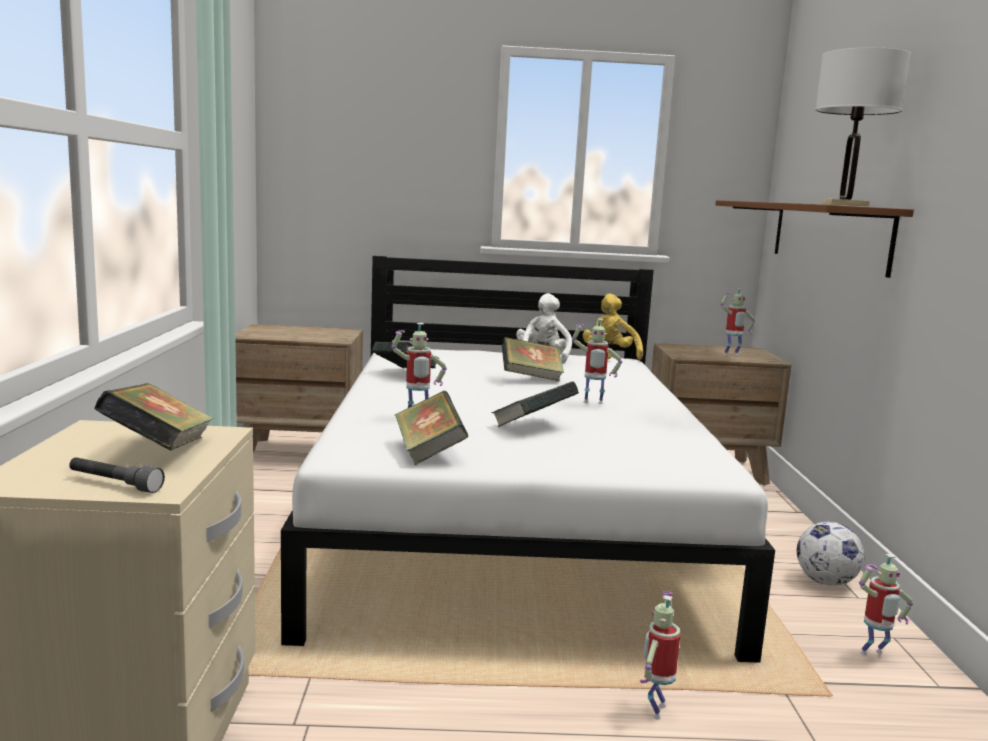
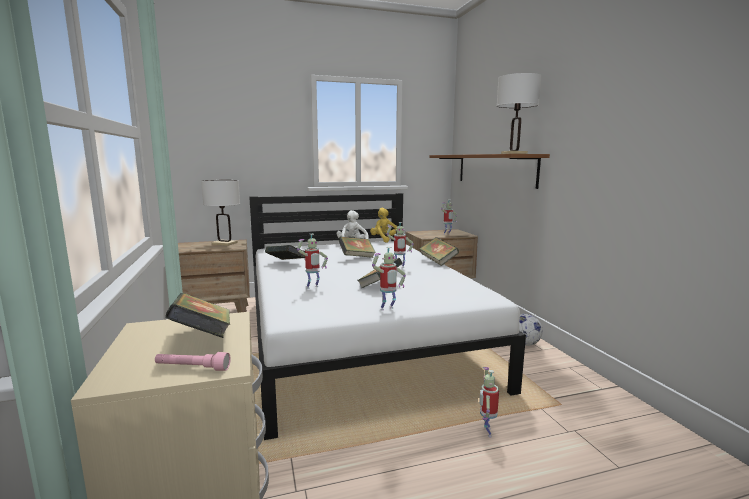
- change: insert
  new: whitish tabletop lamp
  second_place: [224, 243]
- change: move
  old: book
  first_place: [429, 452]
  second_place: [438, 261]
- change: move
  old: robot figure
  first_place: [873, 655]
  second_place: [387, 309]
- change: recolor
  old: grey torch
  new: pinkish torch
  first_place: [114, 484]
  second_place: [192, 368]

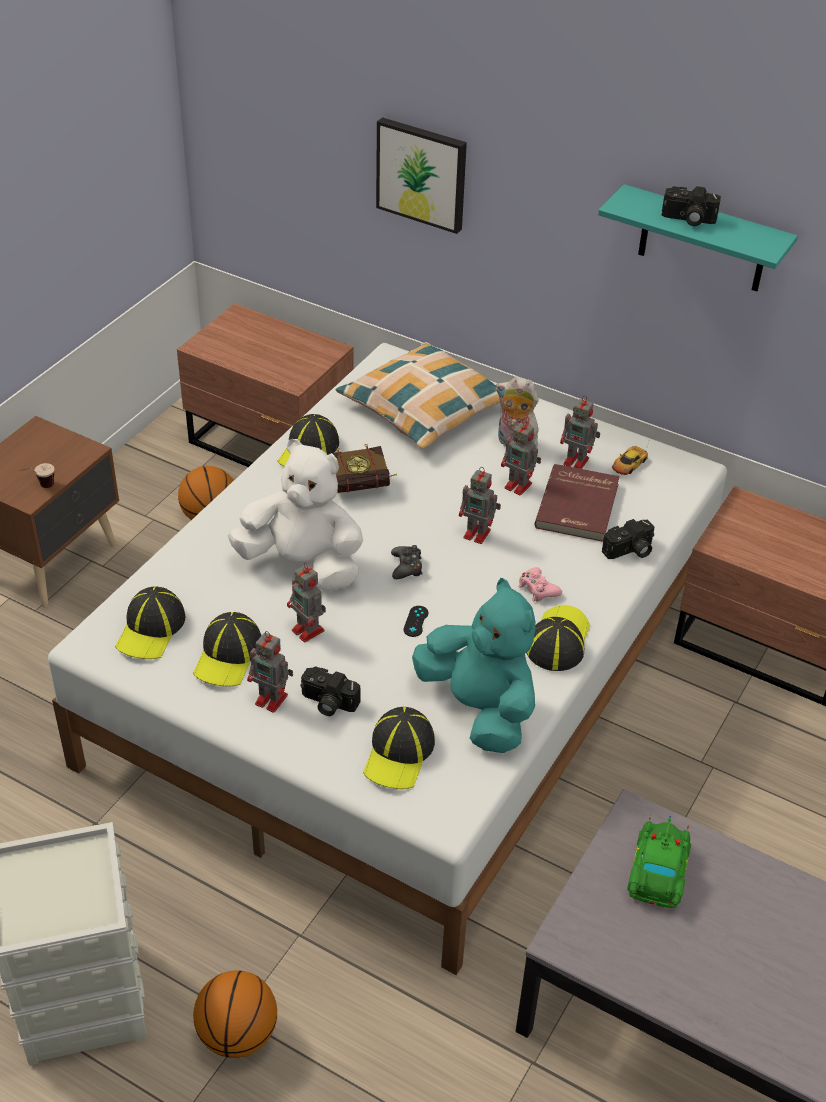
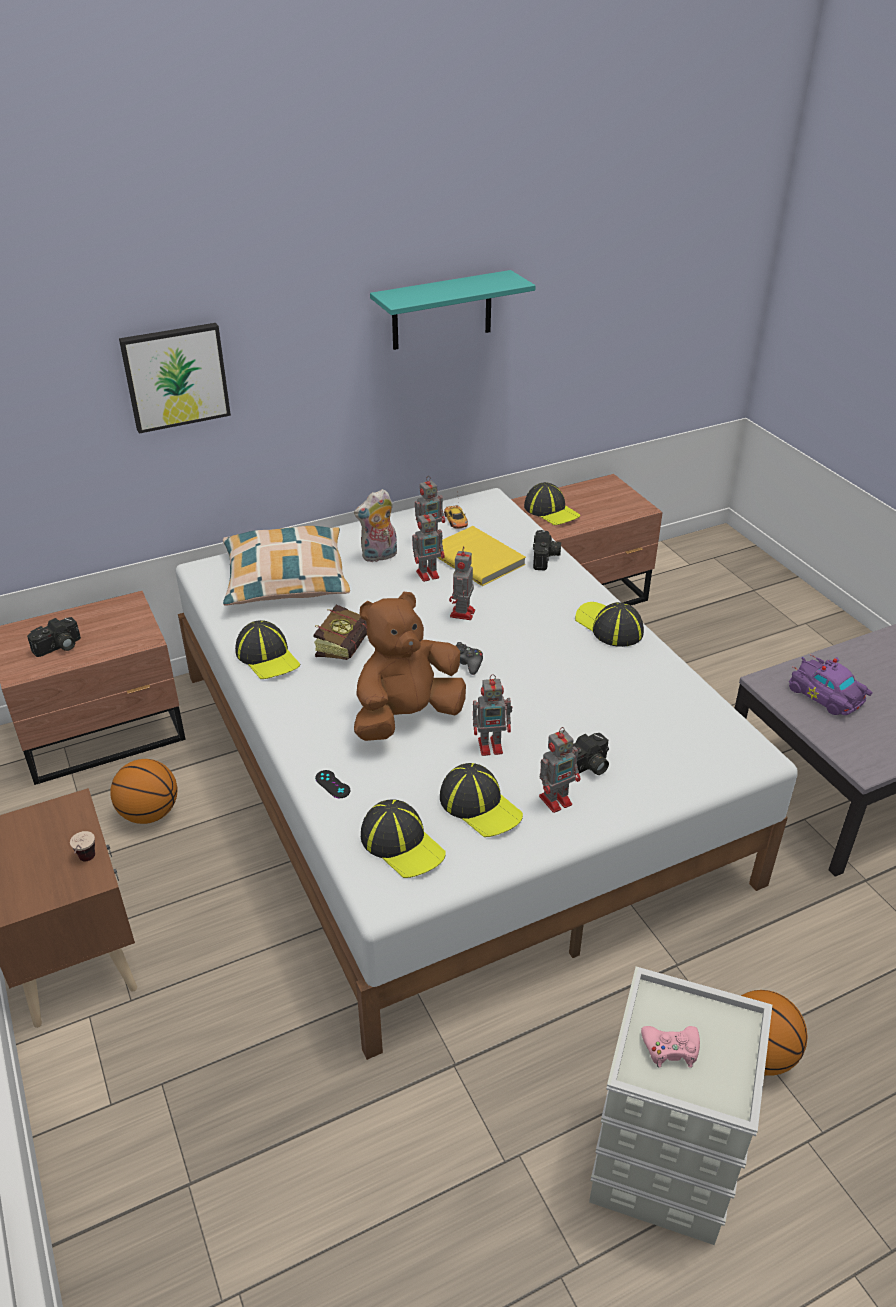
- change: delete
  old: blue-green soft toy
  first_place: [479, 709]
- change: move
  old: peaked cap
  first_place: [399, 753]
  second_place: [551, 511]
- change: move
  old: black-coloured joypad
  first_place: [416, 621]
  second_place: [332, 784]
- change: move
  old: pinkish joypad
  first_place: [538, 589]
  second_place: [671, 1049]
- change: move
  old: still camera
  first_place: [688, 219]
  second_place: [59, 647]
- change: recolor
  old: whitish soft toy
  new: brown soft toy
  first_place: [302, 564]
  second_place: [406, 717]
- change: recolor
  old: red-coloured book
  new: yellow-coloured book
  first_place: [579, 506]
  second_place: [478, 558]
- change: recolor
  old: greenish toy car
  new: purplish toy car
  first_place: [656, 873]
  second_place: [826, 697]
- change: rotate
  old: robot figure
  first_place: [478, 534]
  second_place: [462, 614]
  degrees: 135

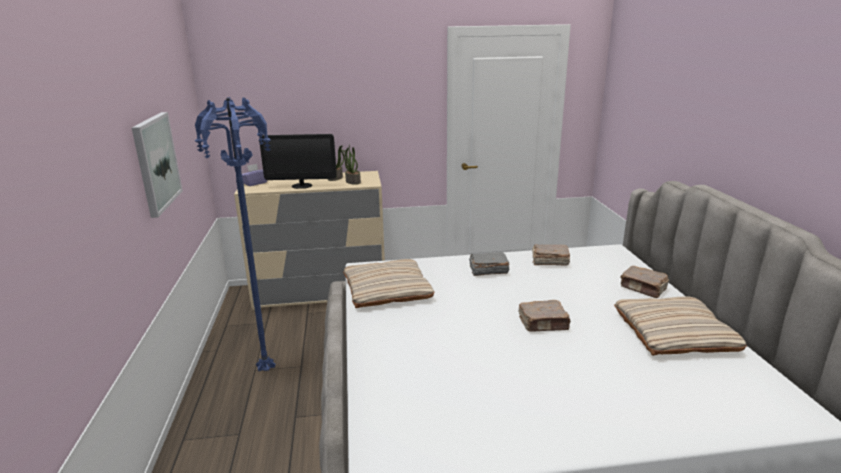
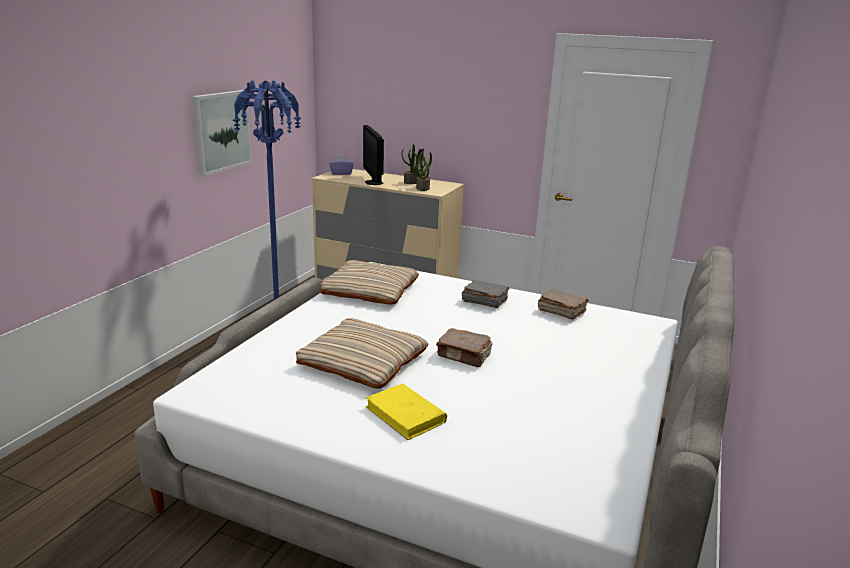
- change: delete
  old: brown book
  first_place: [643, 289]
- change: insert
  new: yellow-coloured book
  second_place: [405, 415]
- change: move
  old: beige cushion
  first_place: [674, 333]
  second_place: [363, 360]
- change: rotate
  old: computer screen
  first_place: [302, 186]
  second_place: [374, 182]
  degrees: 45

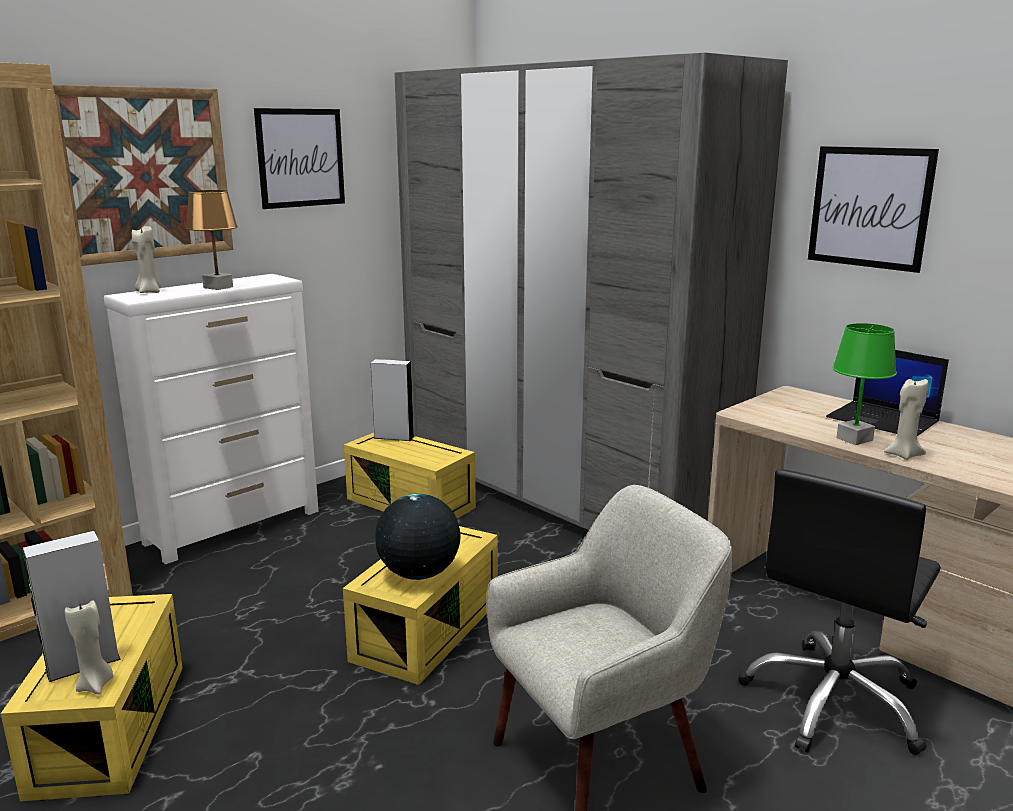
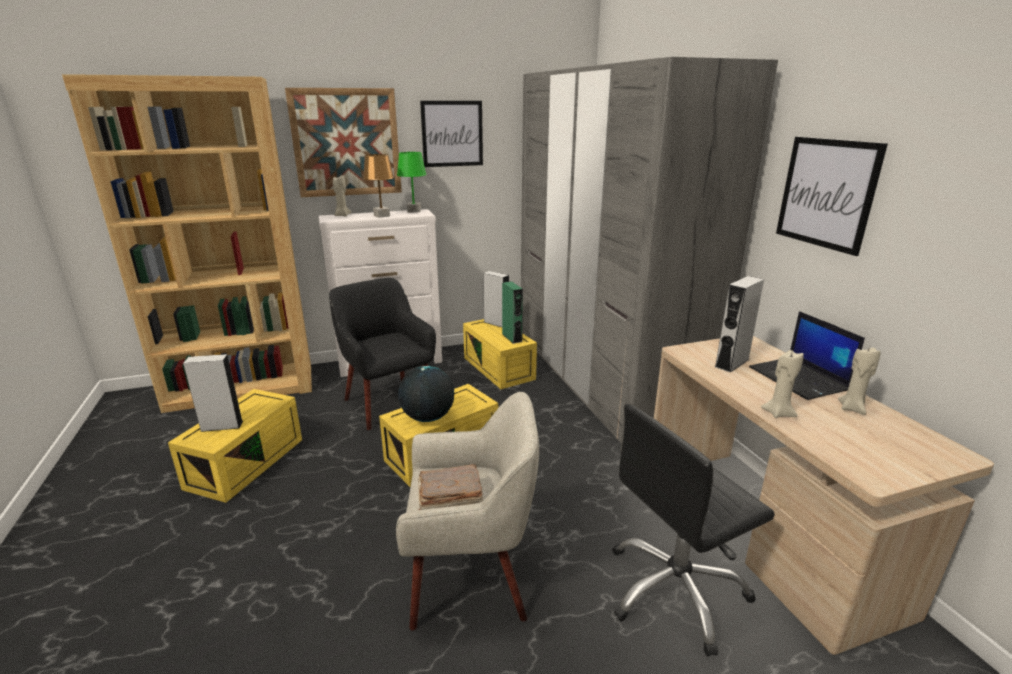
- change: insert
  new: black-coloured lounge chair
  second_place: [388, 403]
- change: insert
  new: brown book
  second_place: [449, 500]
- change: insert
  new: greenish speaker
  second_place: [512, 337]
- change: insert
  new: grey speaker
  second_place: [732, 363]
- change: move
  old: beige candle
  first_place: [96, 685]
  second_place: [852, 408]
- change: move
  old: greenish tabletop lamp
  first_place: [854, 439]
  second_place: [414, 211]

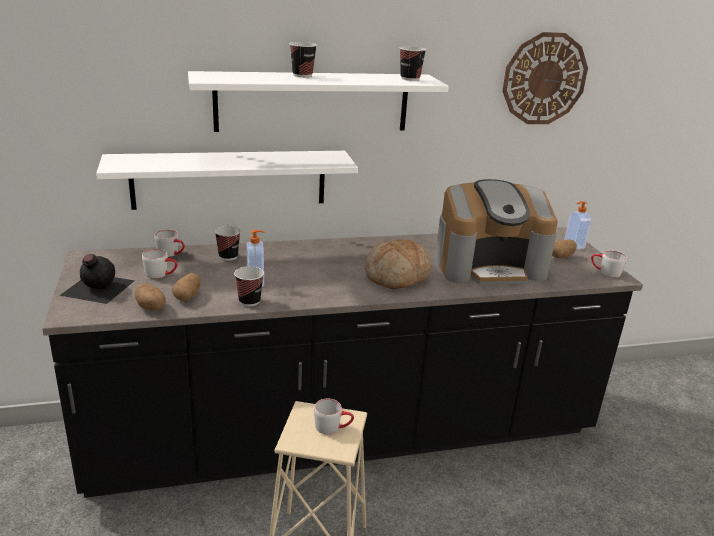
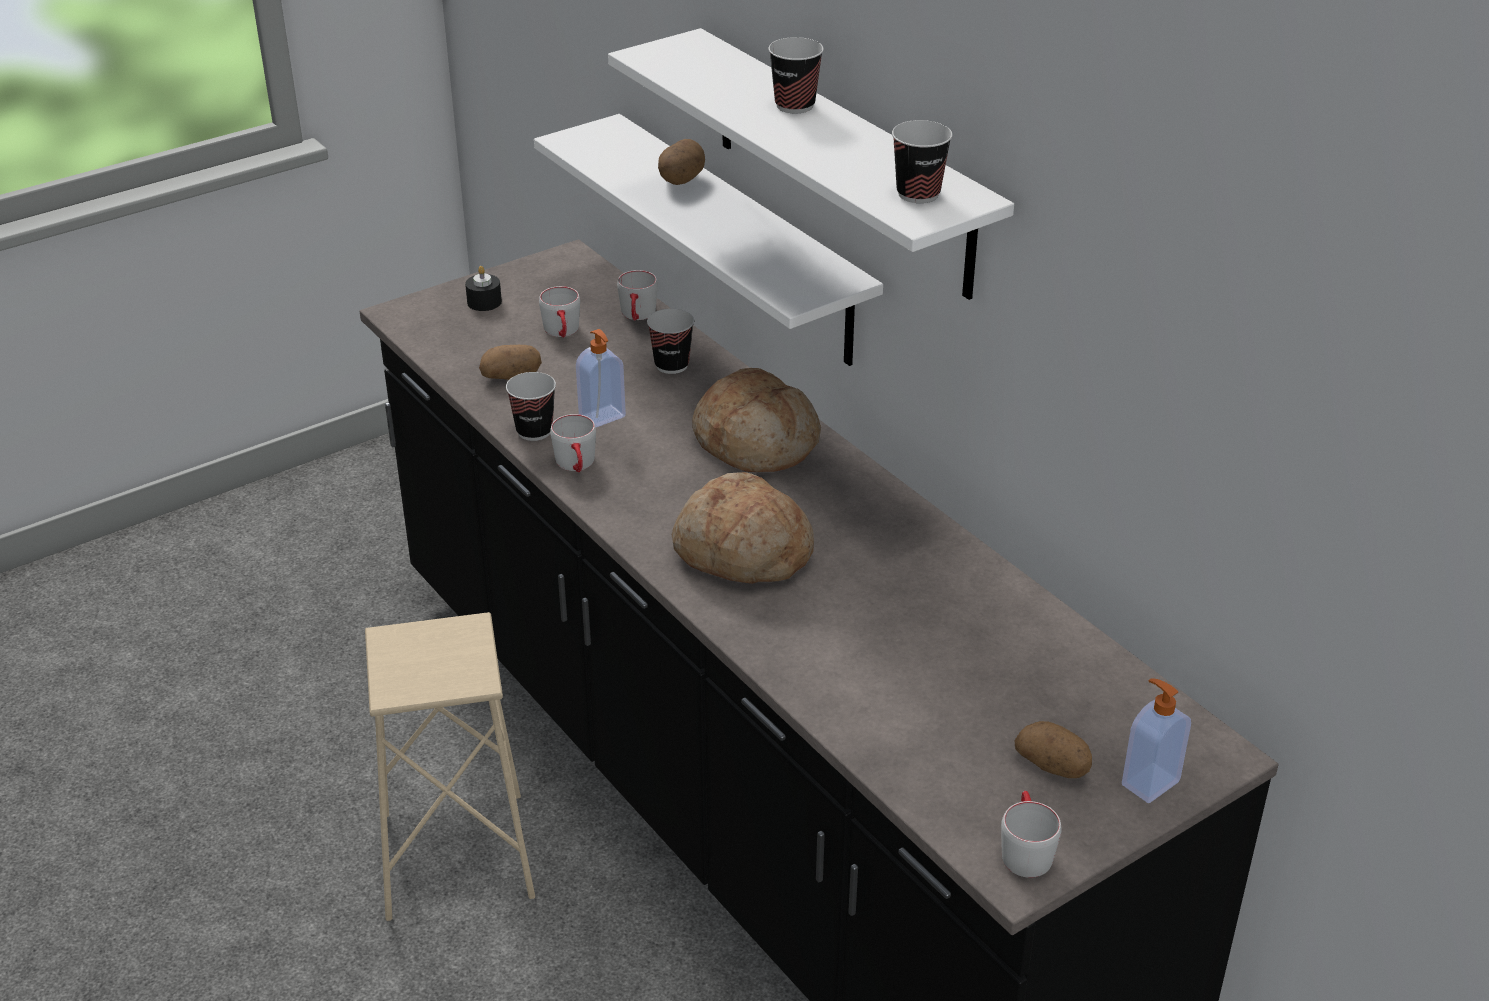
- change: delete
  old: coffee machine
  first_place: [489, 266]
- change: delete
  old: wall clock
  first_place: [544, 79]
- change: insert
  new: bread
  second_place: [756, 442]
- change: move
  old: potato
  first_place: [151, 308]
  second_place: [680, 180]
- change: move
  old: grey tea mug
  first_place: [333, 427]
  second_place: [577, 466]
- change: replace
  old: black-coloured drink bottle
  new: black-coloured candle
  first_place: [96, 288]
  second_place: [484, 302]

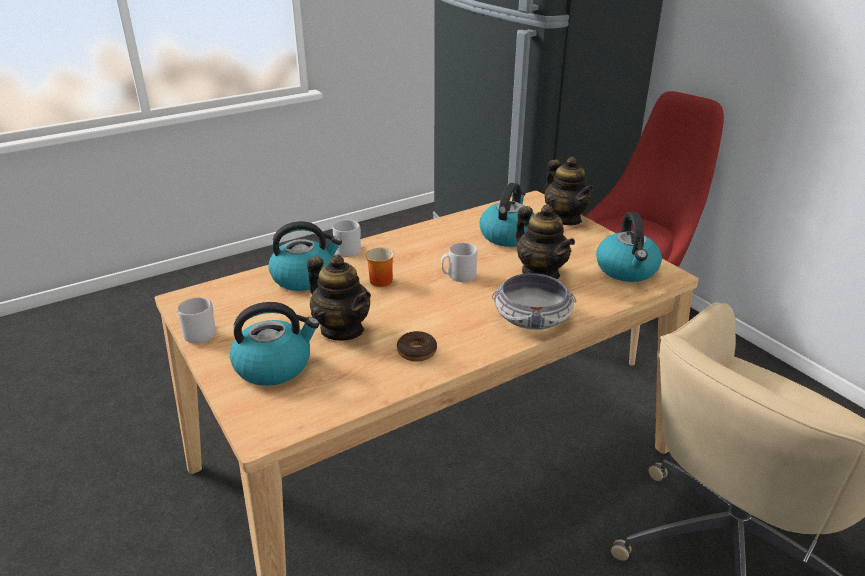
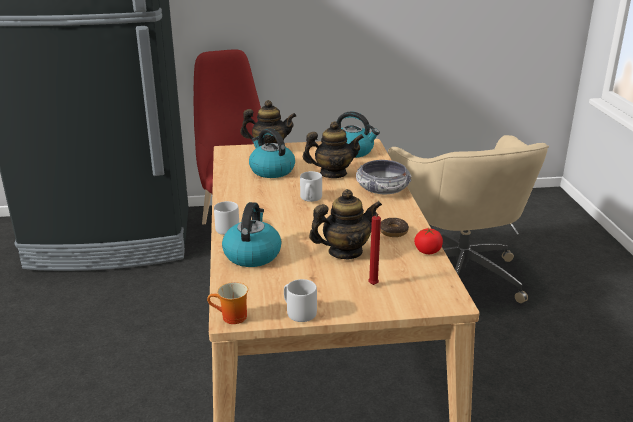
- change: insert
  new: whole tomato
  second_place: [428, 251]
- change: move
  old: tea mug
  first_place: [378, 280]
  second_place: [231, 318]
- change: replace
  old: tea kettle
  new: red-coloured candle
  first_place: [274, 365]
  second_place: [373, 285]

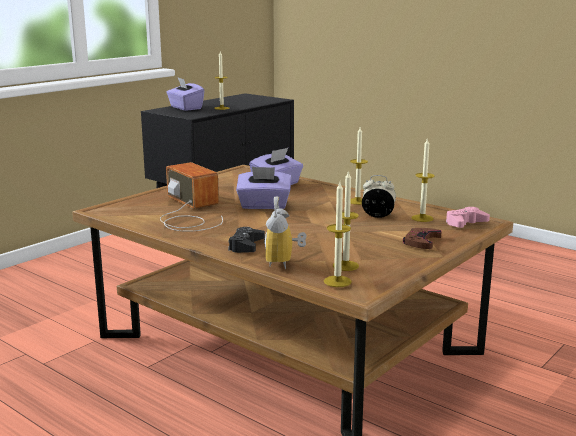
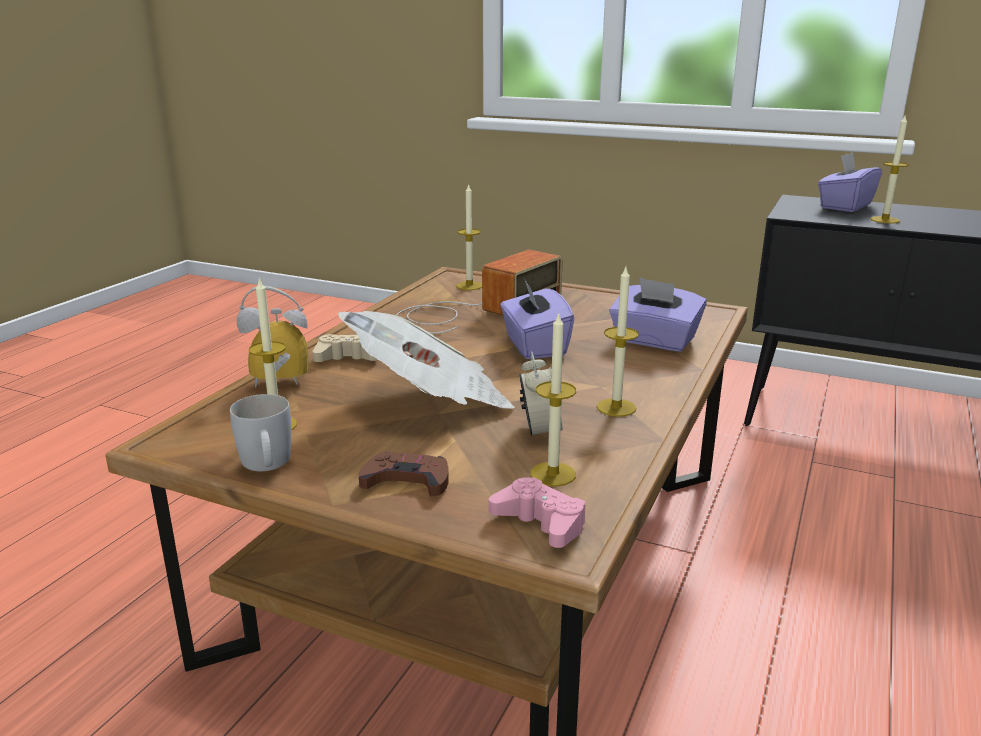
- change: insert
  new: whitish tea mug
  second_place: [267, 465]
- change: insert
  new: printed paper
  second_place: [431, 400]
- change: move
  old: candle
  first_place: [337, 281]
  second_place: [469, 286]
- change: recolor
  old: black-coloured joypad
  new: beige joypad
  first_place: [246, 246]
  second_place: [348, 357]

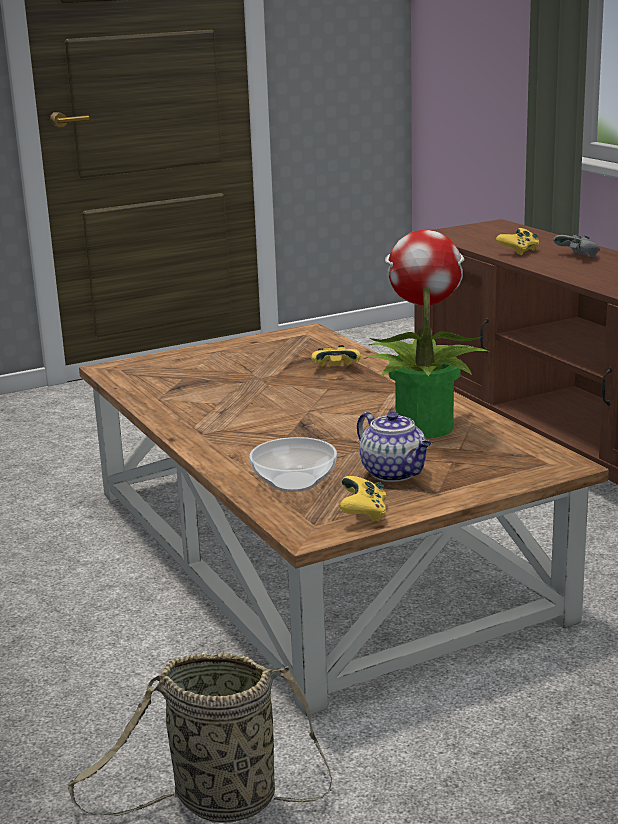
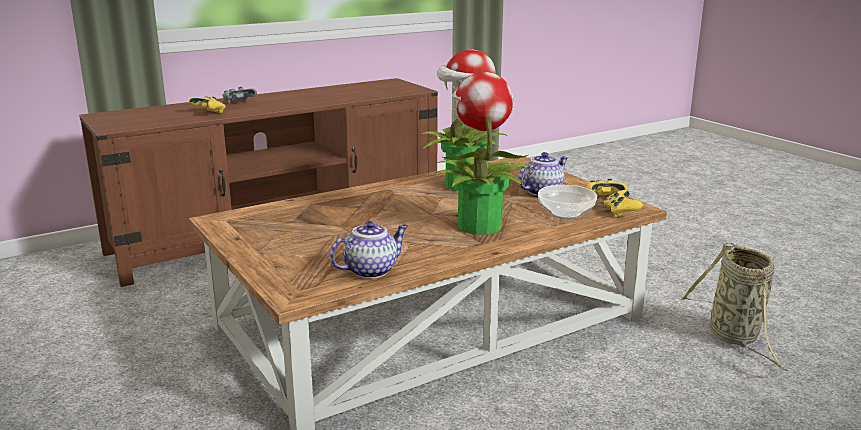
- change: insert
  new: tea pot
  second_place: [371, 270]
- change: insert
  new: potted plant
  second_place: [479, 225]
- change: move
  old: yellow-coloured joypad
  first_place: [336, 369]
  second_place: [620, 213]

